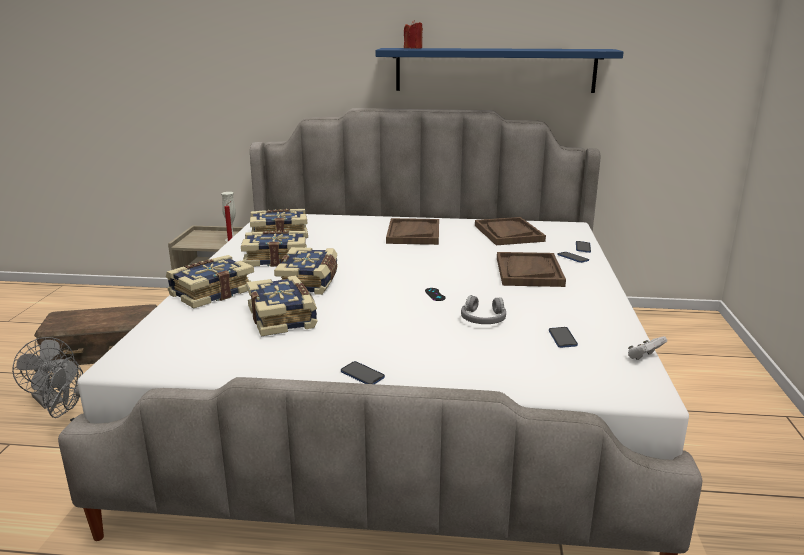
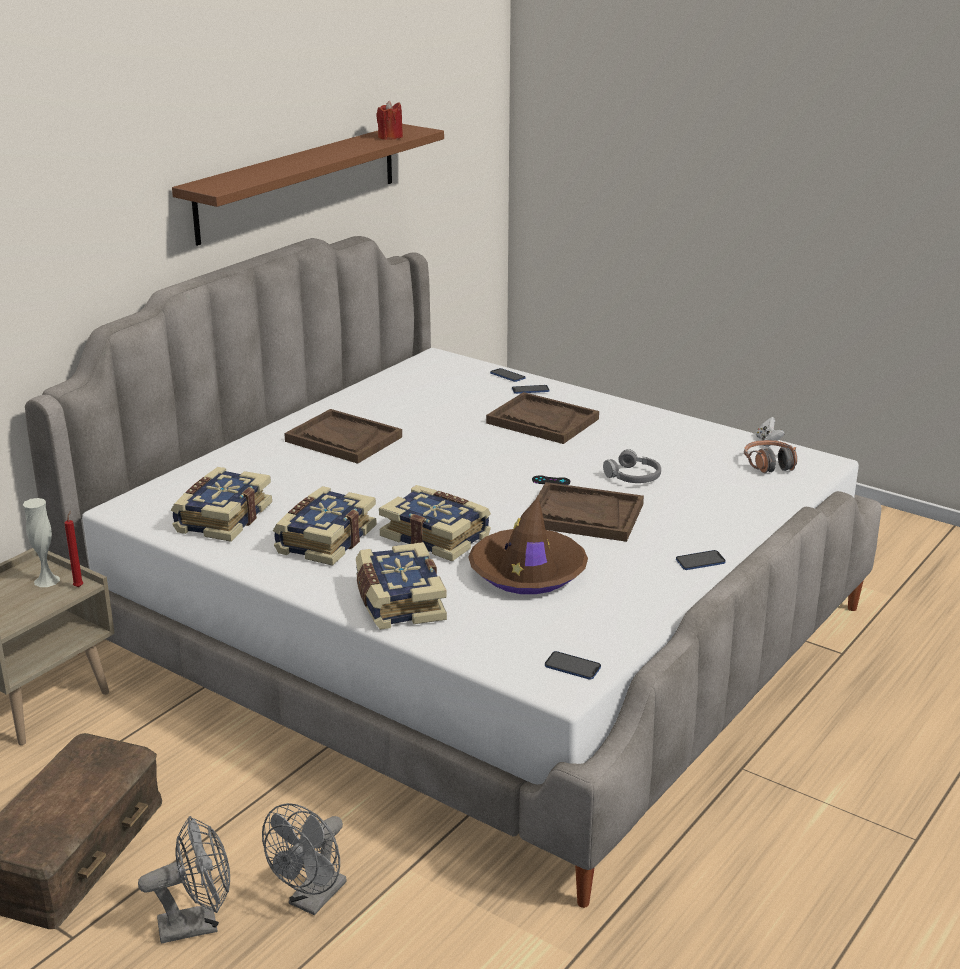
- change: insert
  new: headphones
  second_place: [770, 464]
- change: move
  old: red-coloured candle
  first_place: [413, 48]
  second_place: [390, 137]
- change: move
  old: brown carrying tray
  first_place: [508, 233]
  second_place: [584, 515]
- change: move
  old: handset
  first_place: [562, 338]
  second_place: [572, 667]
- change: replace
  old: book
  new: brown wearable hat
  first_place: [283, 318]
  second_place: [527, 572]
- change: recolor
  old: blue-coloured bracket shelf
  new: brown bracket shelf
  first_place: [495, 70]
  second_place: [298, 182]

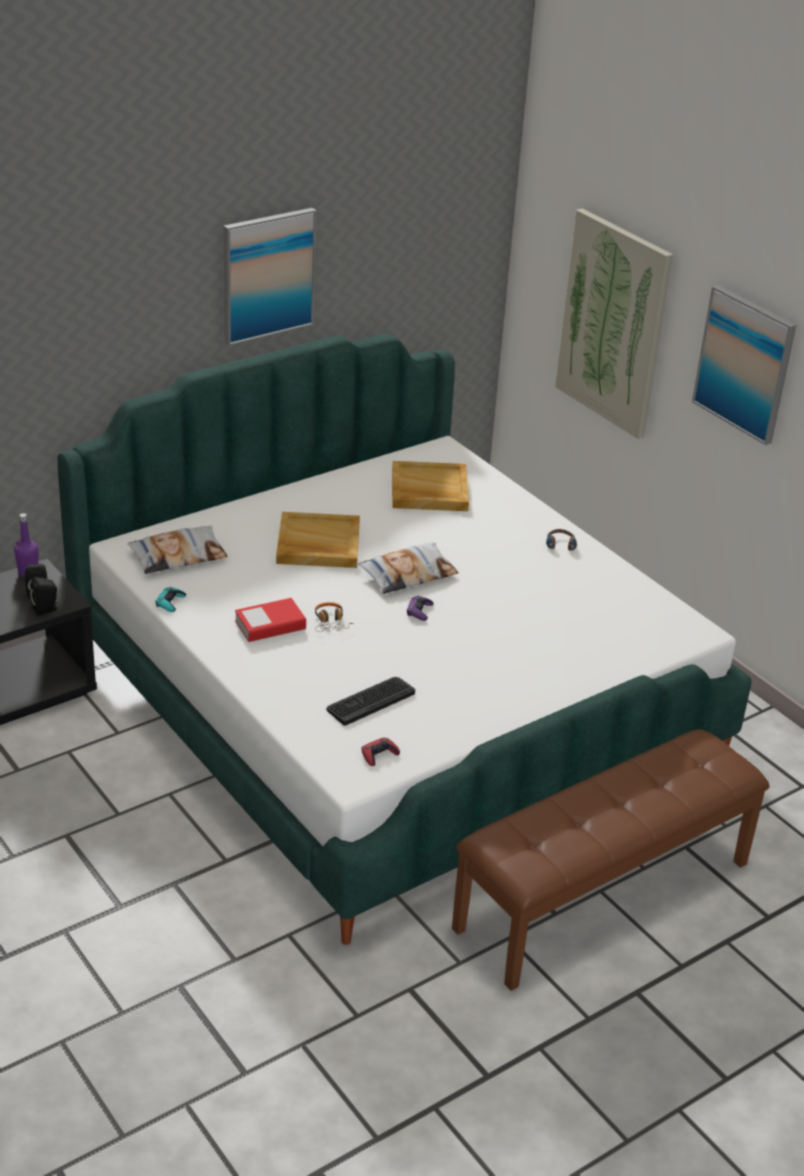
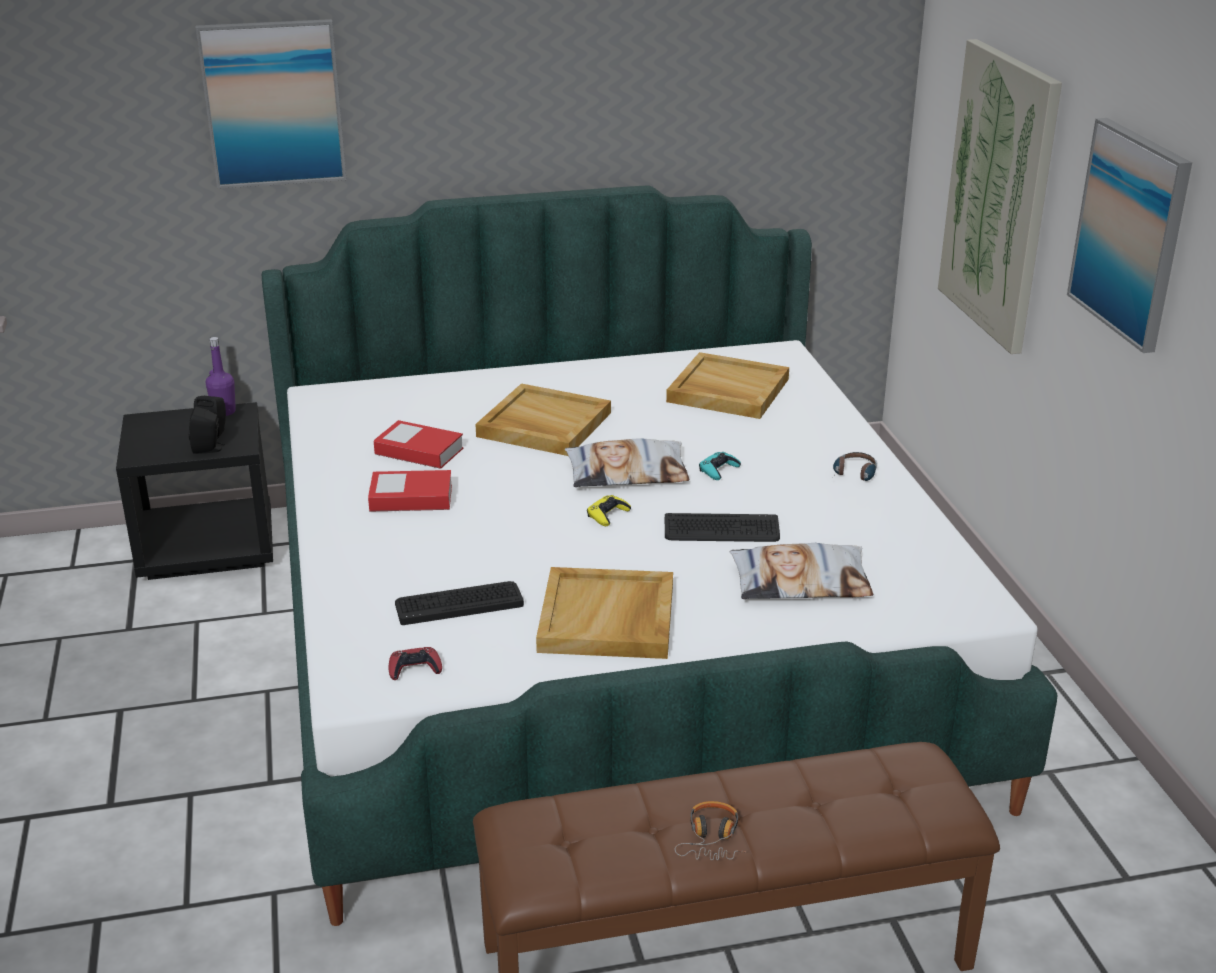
- change: insert
  new: book
  second_place: [419, 451]
- change: insert
  new: beige carrying tray
  second_place: [608, 619]
- change: insert
  new: PC keyboard
  second_place: [721, 530]
- change: move
  old: cushion
  first_place: [178, 556]
  second_place: [800, 582]
- change: move
  old: blue-green joypad
  first_place: [170, 602]
  second_place: [718, 470]
- change: move
  old: picture
  first_place: [268, 275]
  second_place: [273, 103]
- change: move
  old: headphones
  first_place: [330, 622]
  second_place: [711, 839]
- change: recolor
  old: purplish joypad
  new: yellow-coloured joypad
  first_place: [419, 611]
  second_place: [608, 515]

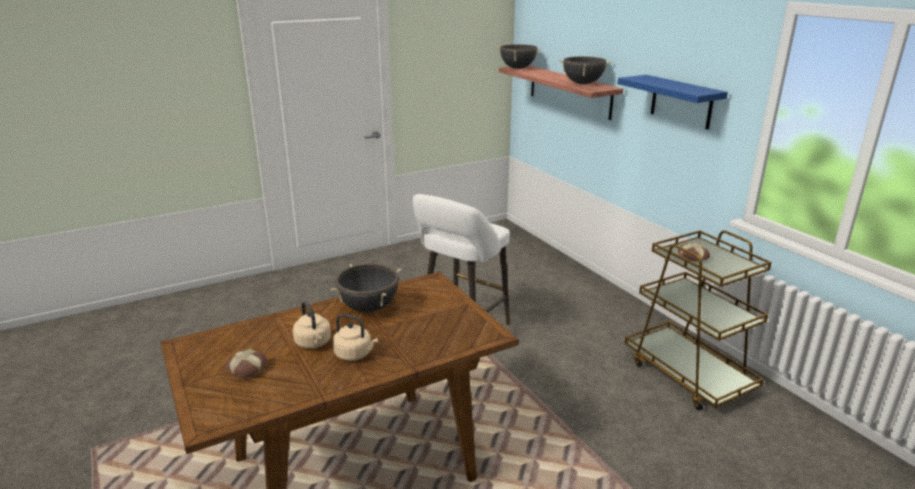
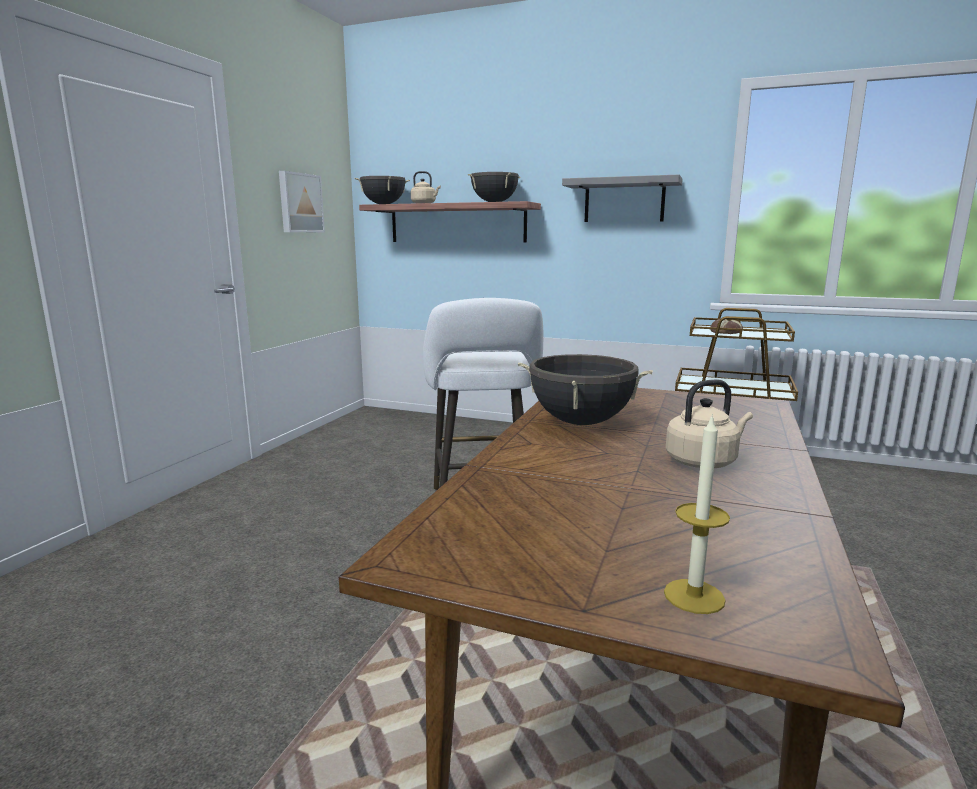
- change: delete
  old: bread
  first_place: [247, 368]
- change: insert
  new: picture
  second_place: [300, 203]
- change: insert
  new: candle
  second_place: [694, 596]
- change: move
  old: beige tea kettle
  first_place: [314, 343]
  second_place: [424, 203]
- change: recolor
  old: blue-coloured bracket shelf
  new: grey bracket shelf
  first_place: [681, 102]
  second_place: [624, 201]

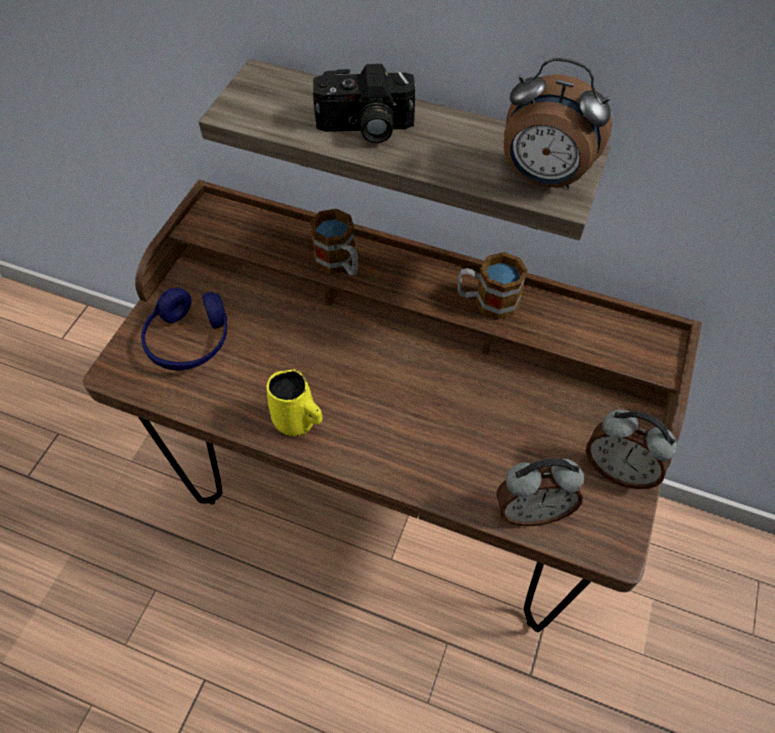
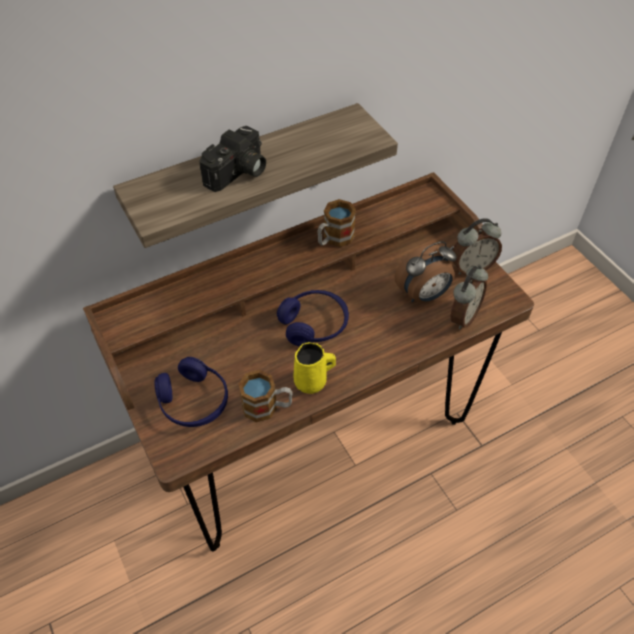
- change: insert
  new: blue-coloured headphones
  second_place: [314, 324]
- change: move
  old: tea mug
  first_place: [340, 264]
  second_place: [267, 407]
- change: move
  old: table clock
  first_place: [542, 178]
  second_place: [423, 295]

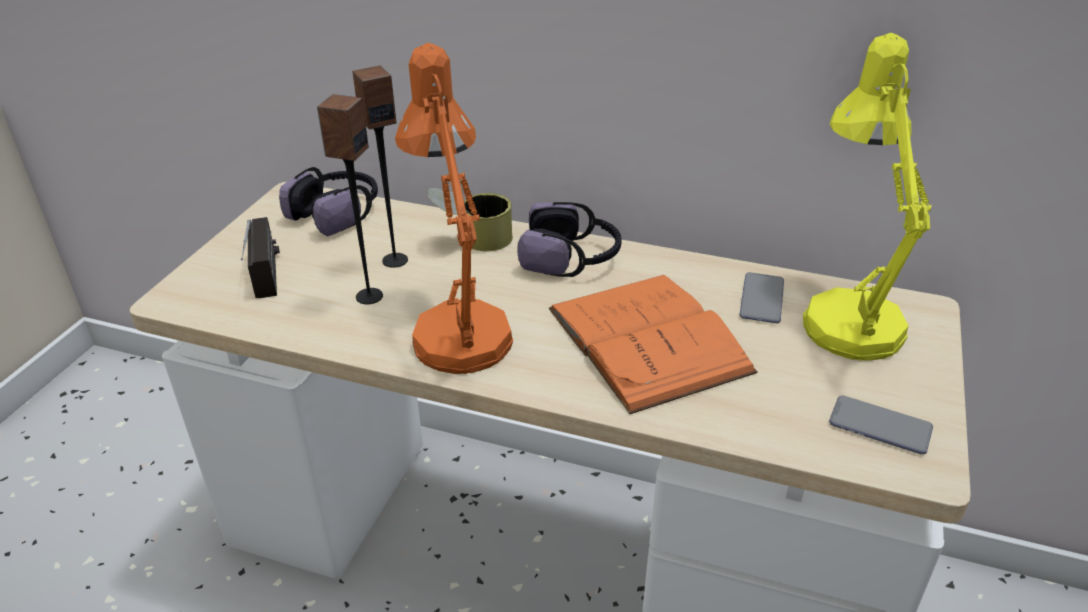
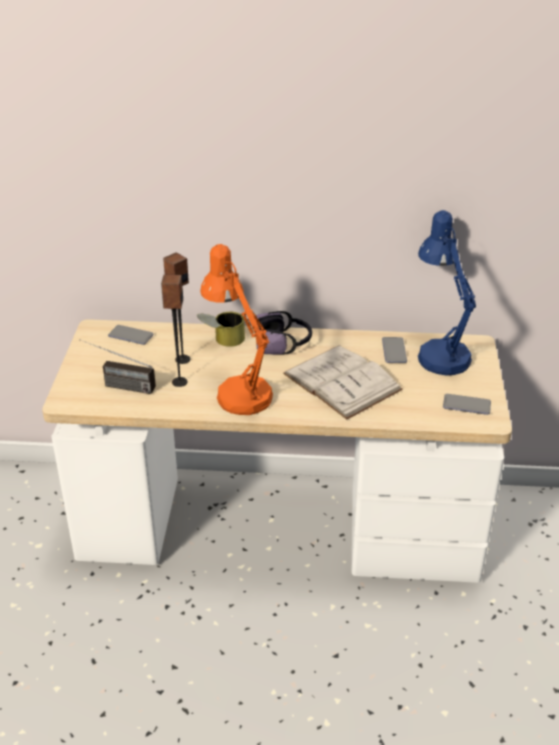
- change: replace
  old: headphones
  new: handset
  first_place: [337, 213]
  second_place: [131, 336]
- change: recolor
  old: orangey book
  new: whitish book
  first_place: [647, 339]
  second_place: [342, 381]
- change: recolor
  old: yellow-coloured tabletop lamp
  new: blue-coloured tabletop lamp
  first_place: [846, 315]
  second_place: [439, 353]
- change: rotate
  old: radio receiver
  first_place: [268, 286]
  second_place: [117, 385]
  degrees: 135

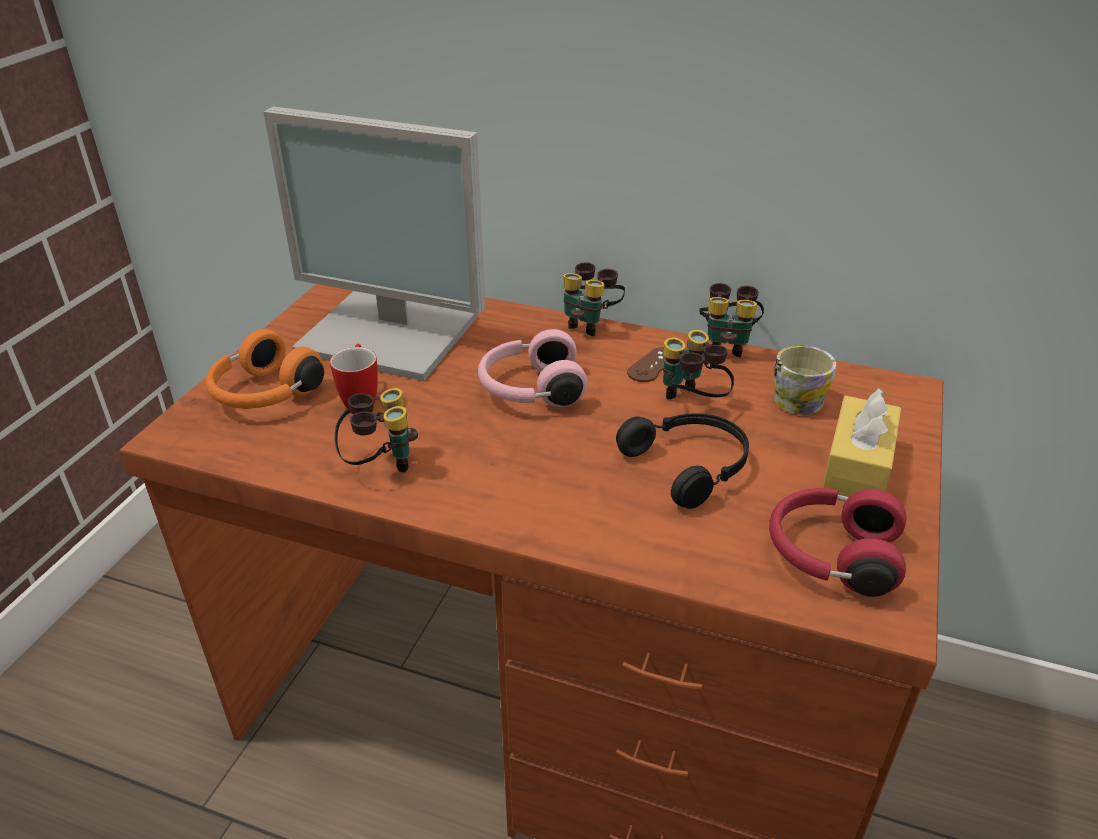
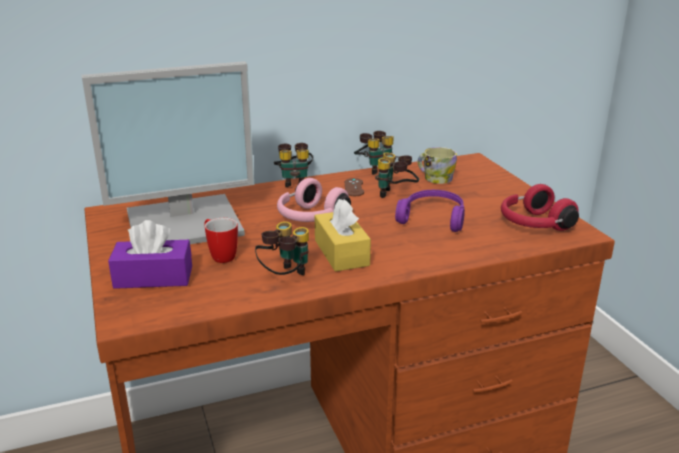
- change: move
  old: yellow-coloured box of tissues
  first_place: [857, 466]
  second_place: [341, 252]
- change: replace
  old: orangey headphones
  new: purplish box of tissues
  first_place: [264, 394]
  second_place: [153, 277]
- change: recolor
  old: black-coloured headphones
  new: purplish headphones
  first_place: [690, 466]
  second_place: [433, 217]

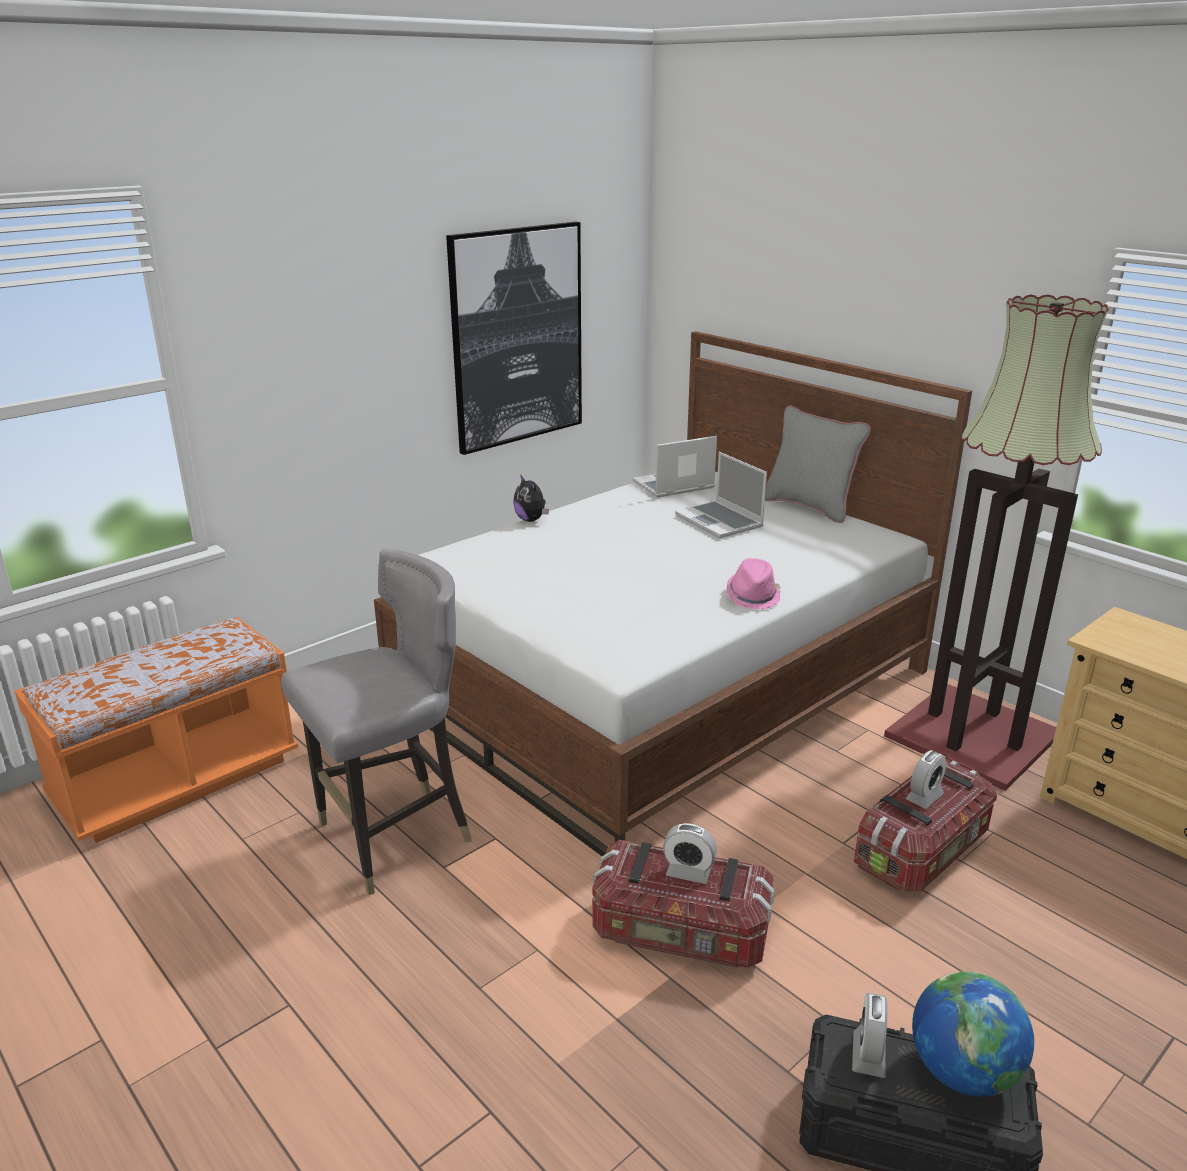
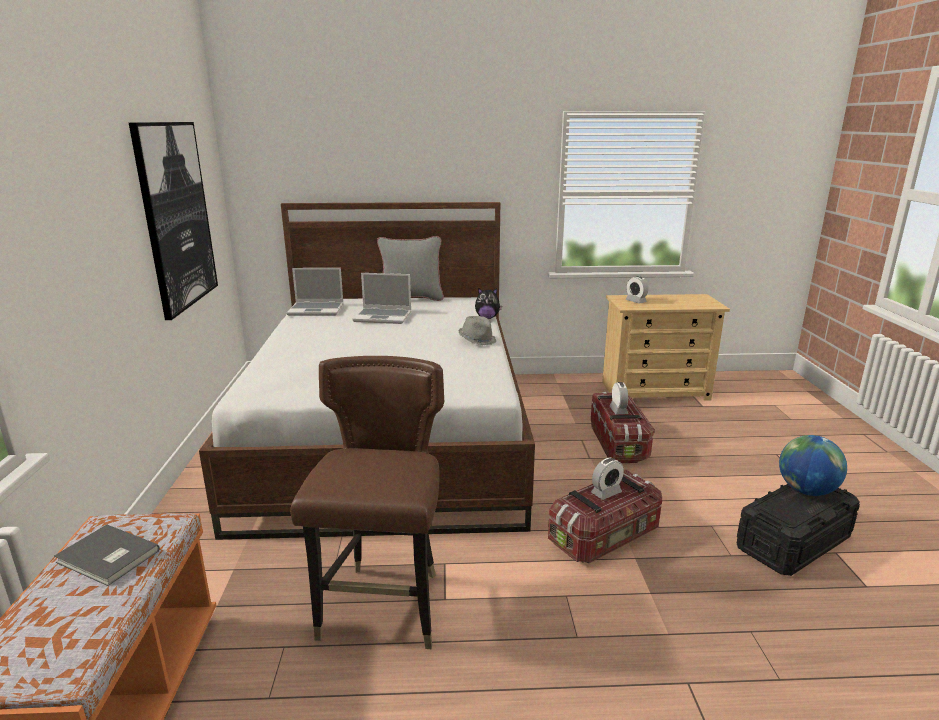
- change: delete
  old: standard lamp
  first_place: [975, 736]
- change: insert
  new: grey book
  second_place: [107, 558]
- change: move
  old: soft toy
  first_place: [531, 520]
  second_place: [487, 318]
- change: move
  old: table clock
  first_place: [868, 1055]
  second_place: [635, 301]
- change: recolor
  old: grey chair
  new: brown chair
  first_place: [393, 838]
  second_place: [384, 609]
- change: recolor
  old: pinkish wearable hat
  new: grey wearable hat
  first_place: [753, 596]
  second_place: [477, 340]
- change: rotate
  old: notebook computer
  first_place: [673, 485]
  second_place: [317, 310]
  degrees: -105

